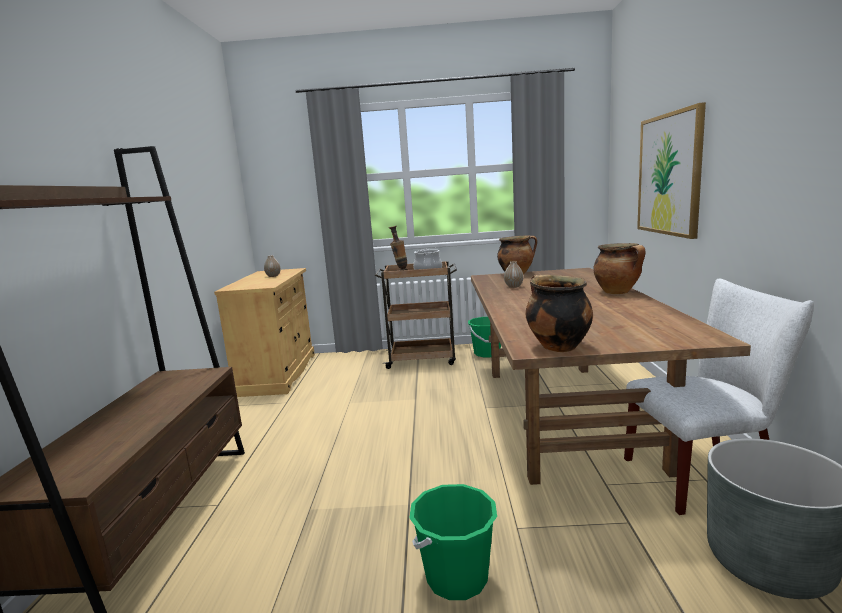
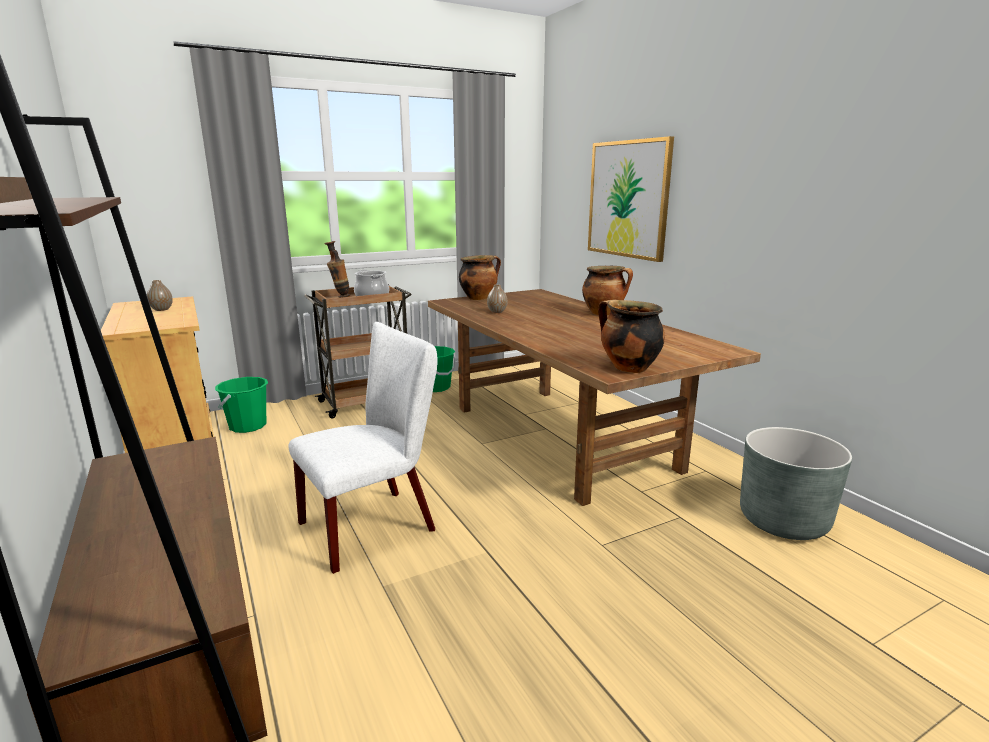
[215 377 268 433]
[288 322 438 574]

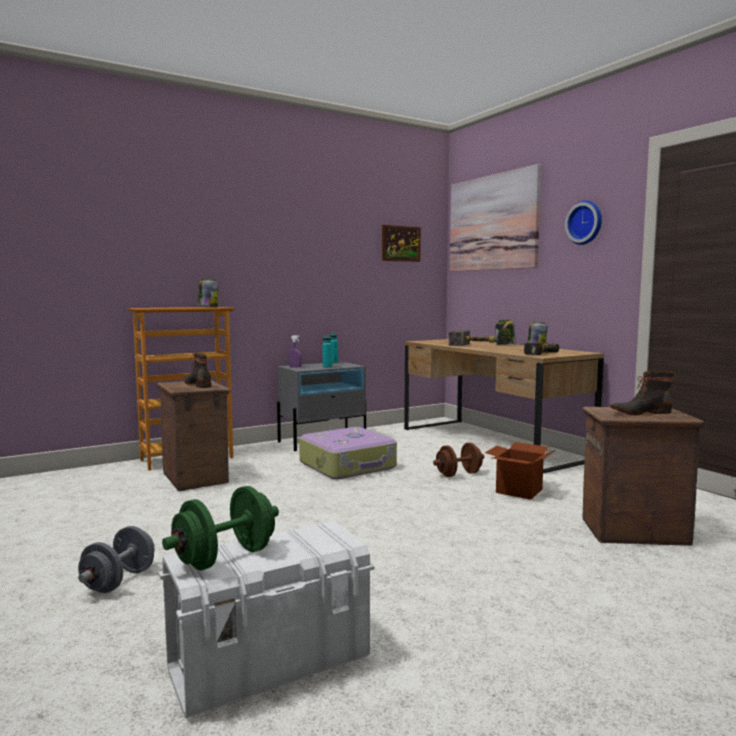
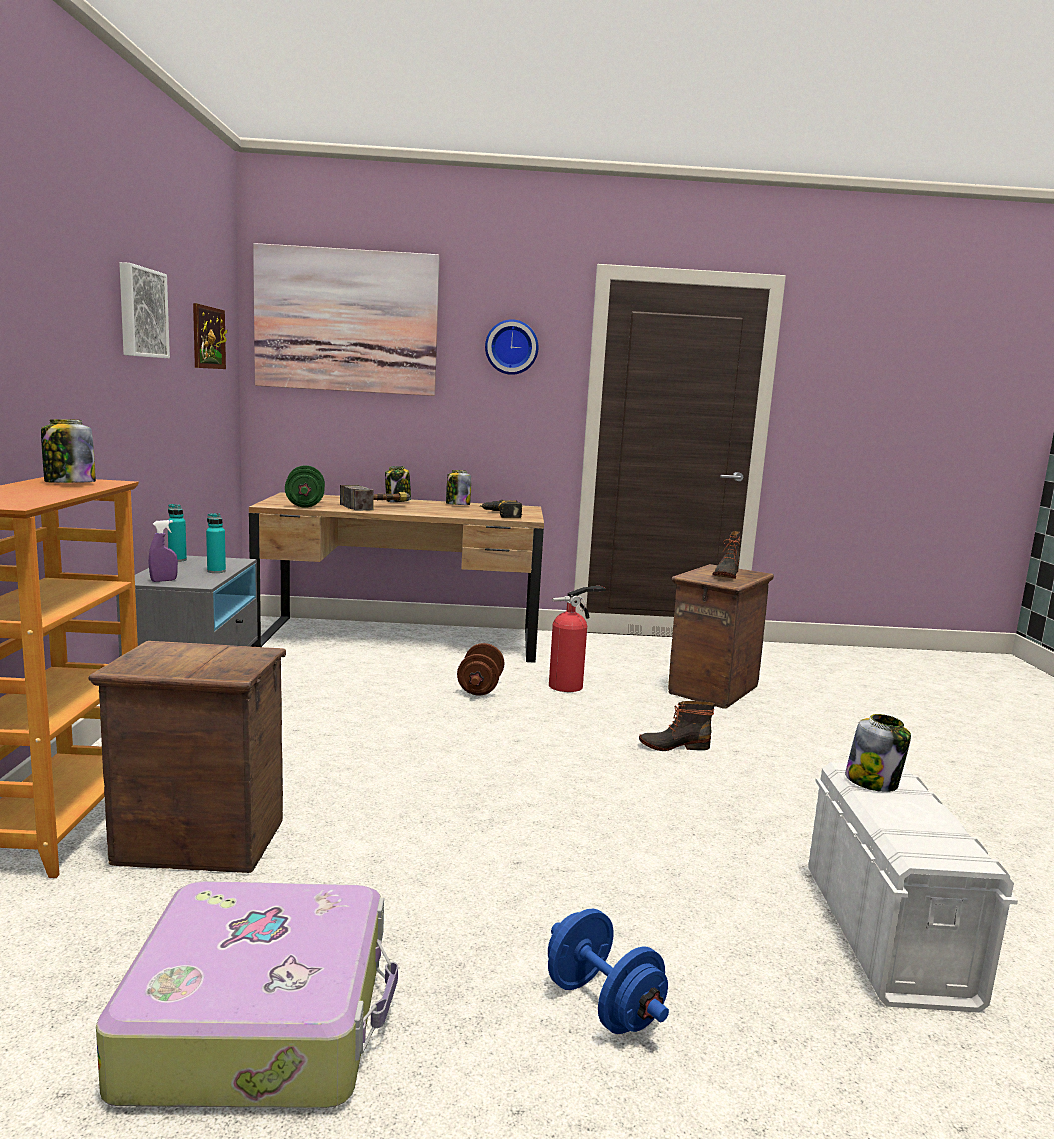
[119 262 170 358]
[845 714 911 792]
[285 465 325 508]
[639 701 715 751]
[96 881 398 1108]
[549 586 606 692]
[548 909 669 1034]

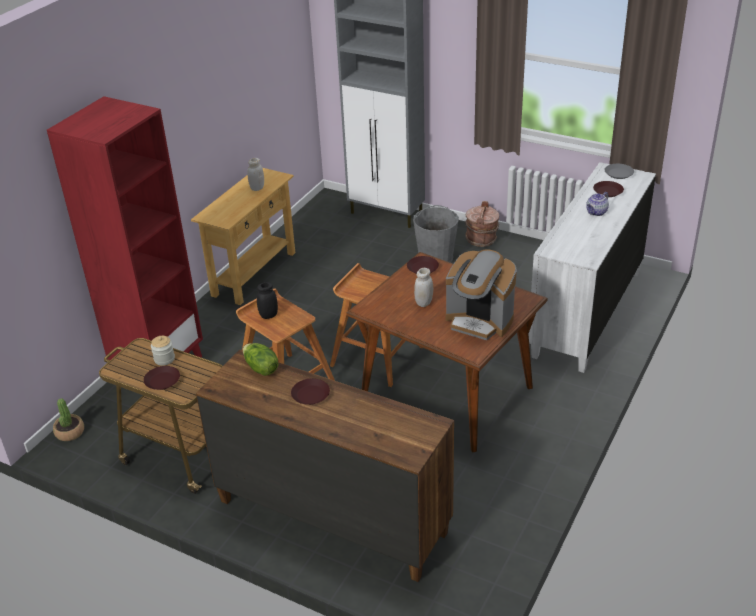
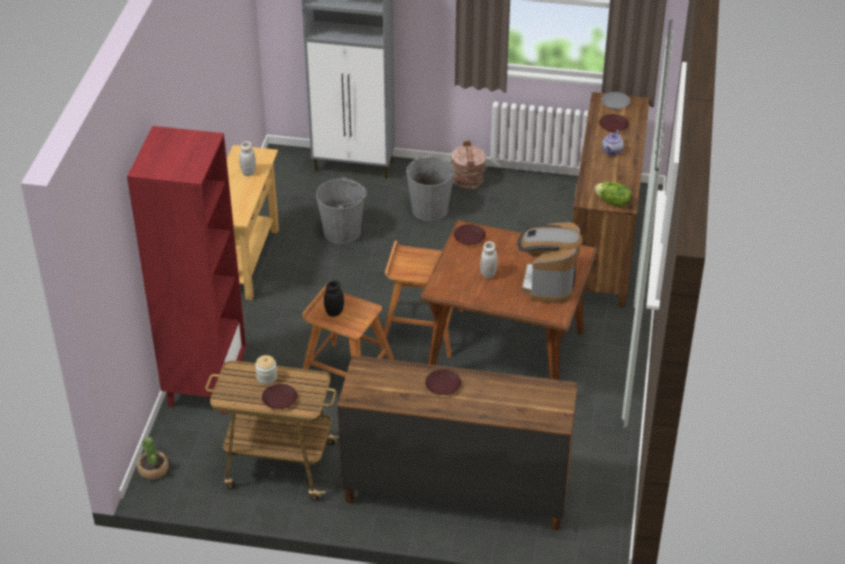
[316 177 367 244]
[594 182 632 207]
[572 92 650 308]
[517 222 583 303]

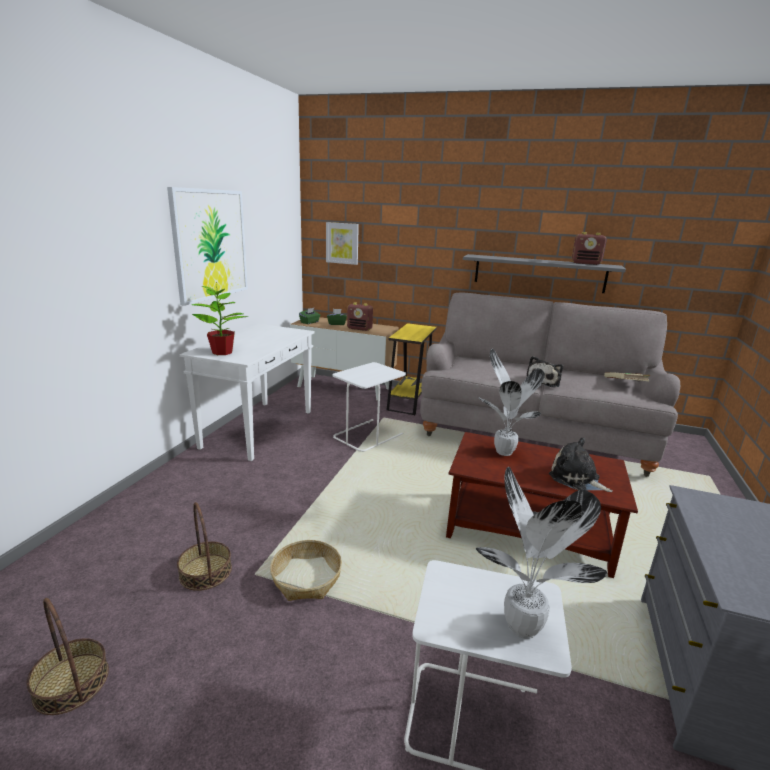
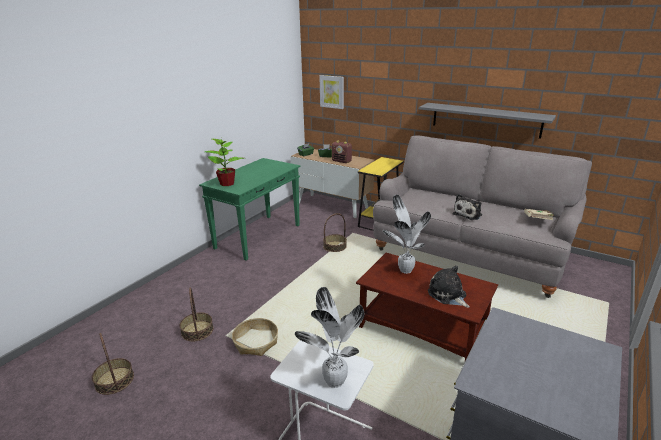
[167 187 248 306] (first image)
[571 232 607 265] (first image)
[323 213 347 252]
[199 158 301 261]

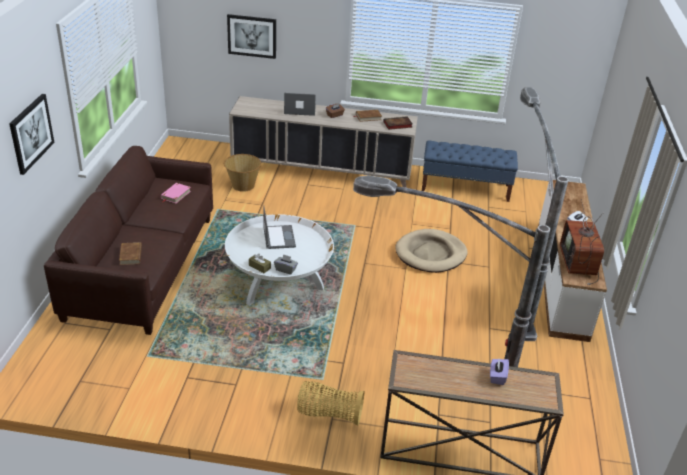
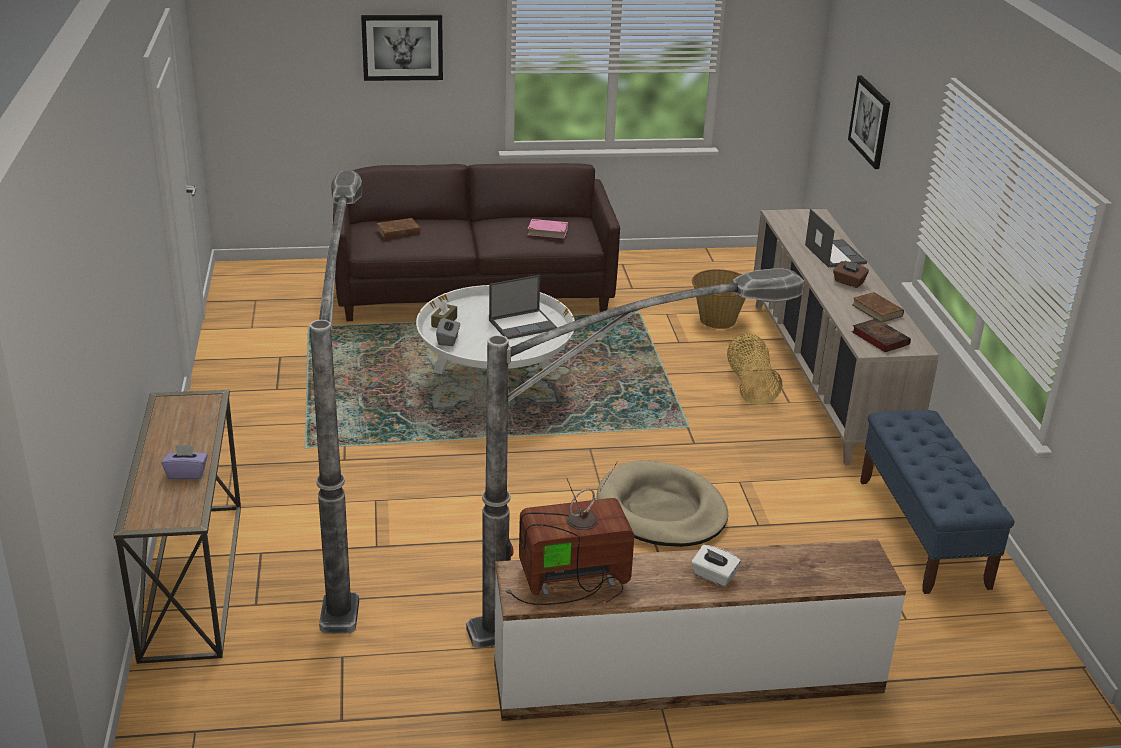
[727 333 782 405]

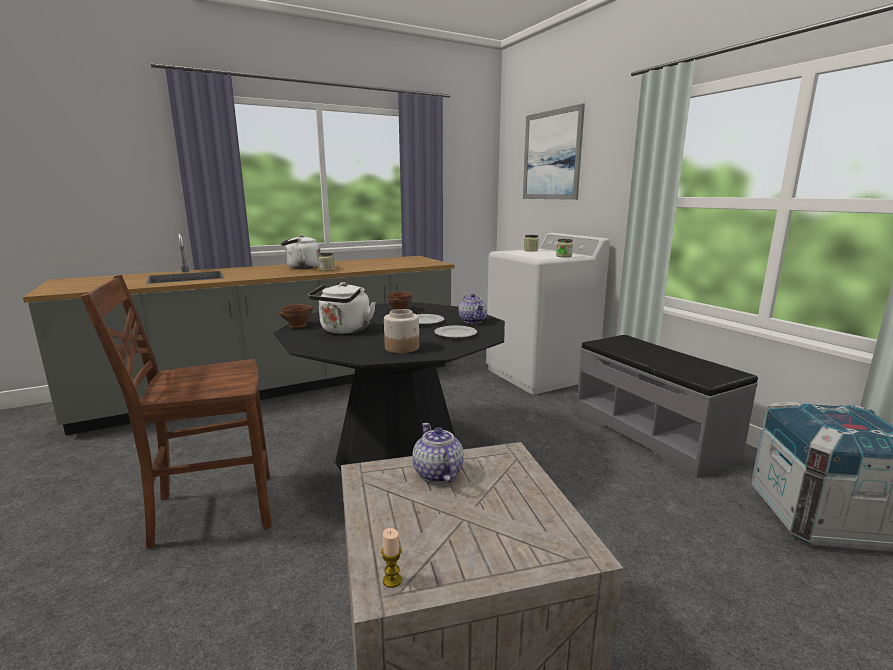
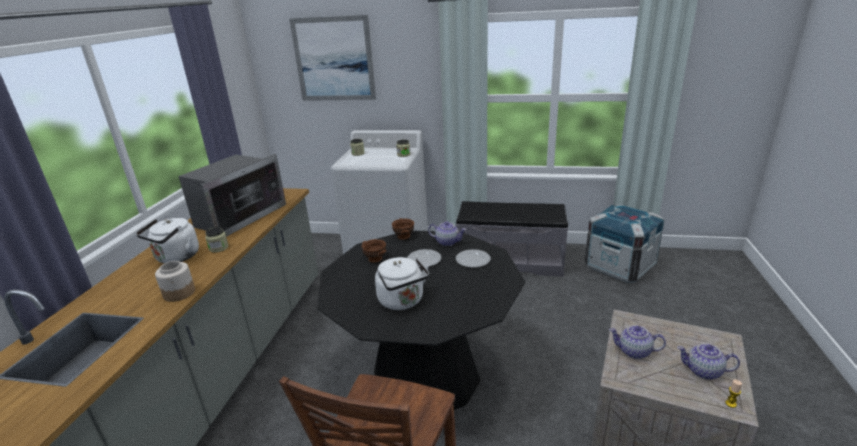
[178 154 286 237]
[677 343 740 380]
[392 218 414 240]
[155 261 195 302]

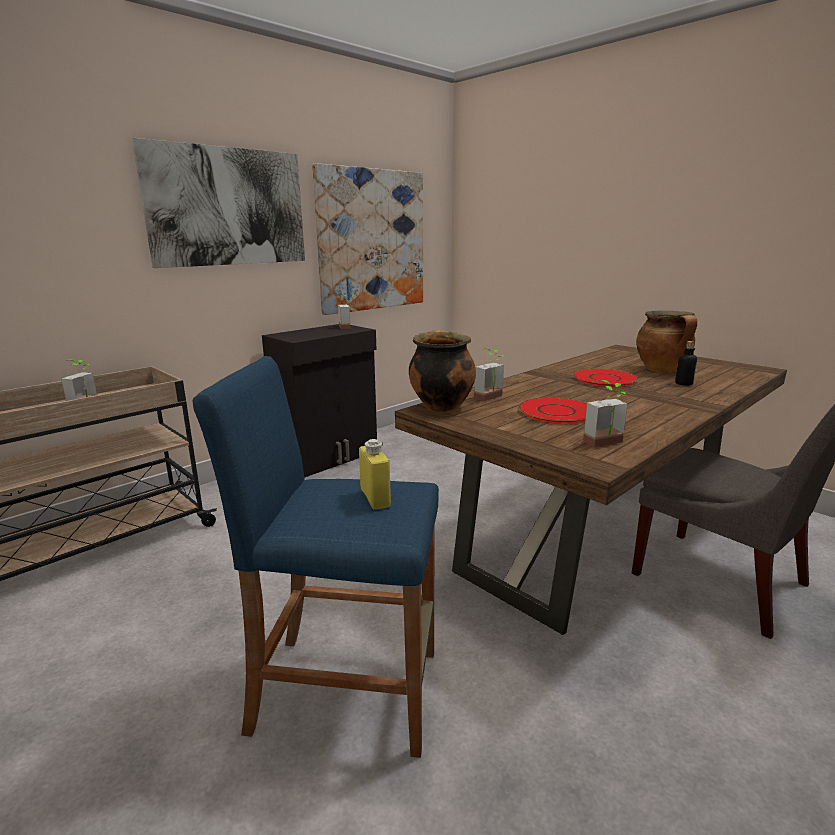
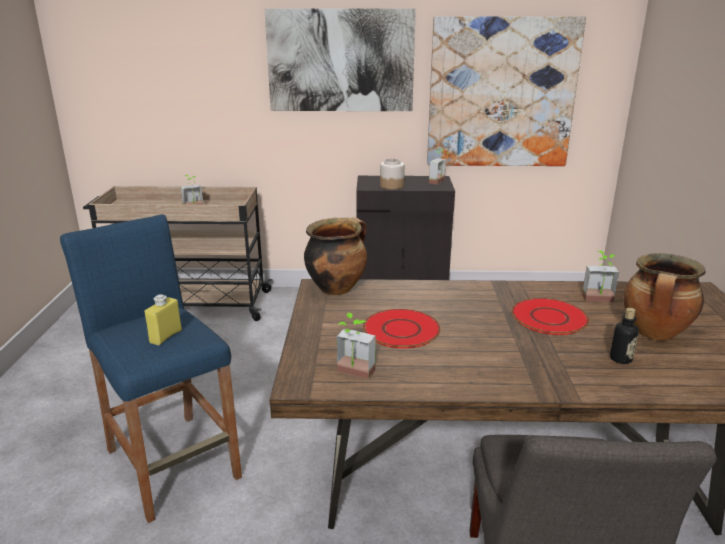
[380 158 405 190]
[582 251 619 302]

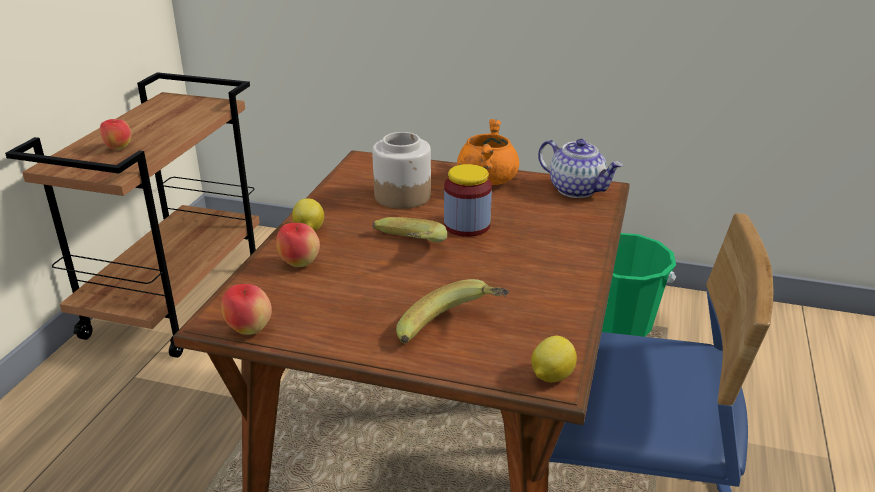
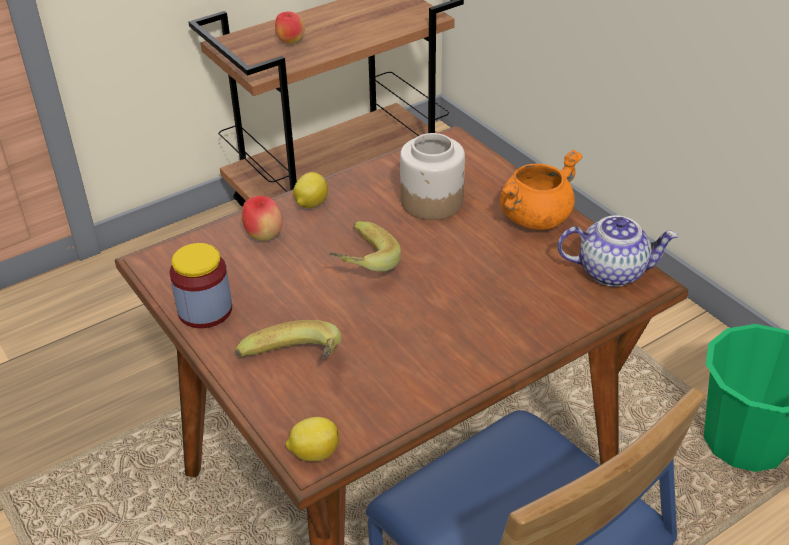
[221 284 272 335] (first image)
[170 243 232 328]
[557 215 678 287]

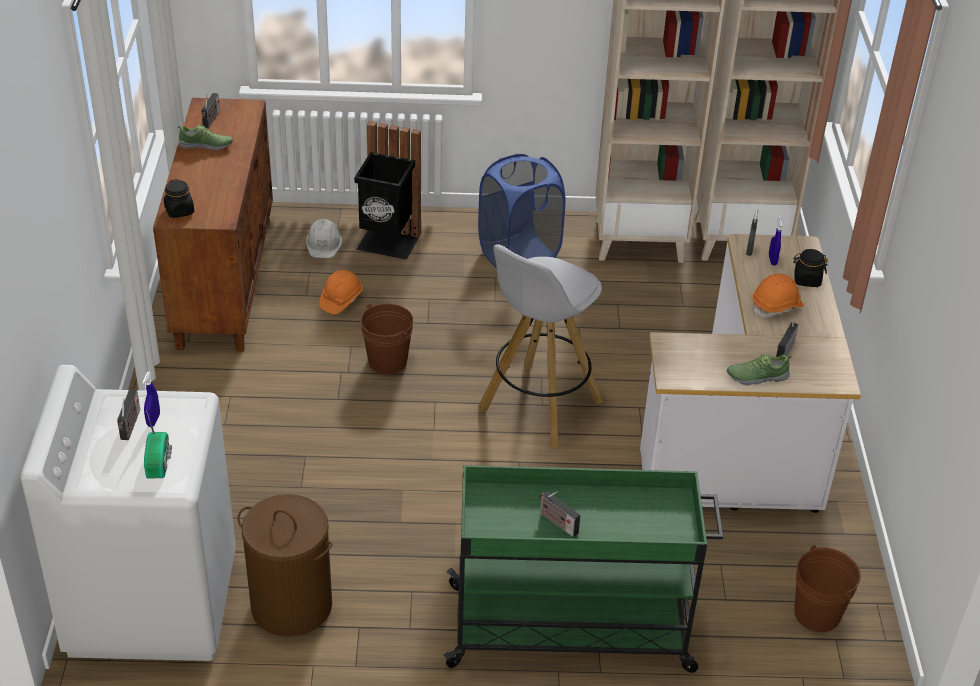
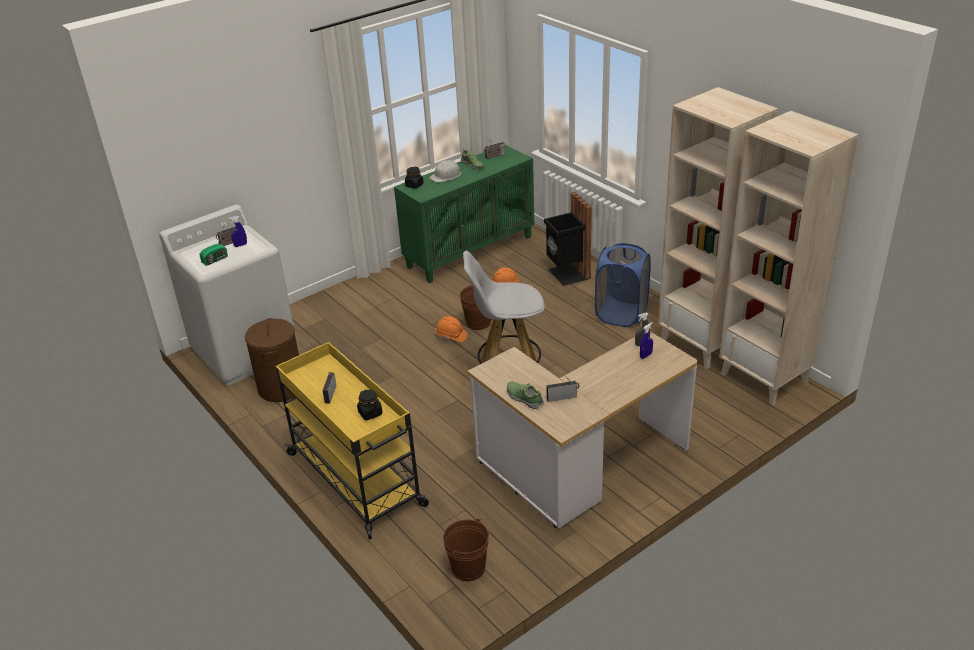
[430 160 461 182]
[435 316 467 342]
[357 389 382 420]
[394 145 534 283]
[276 342 429 539]

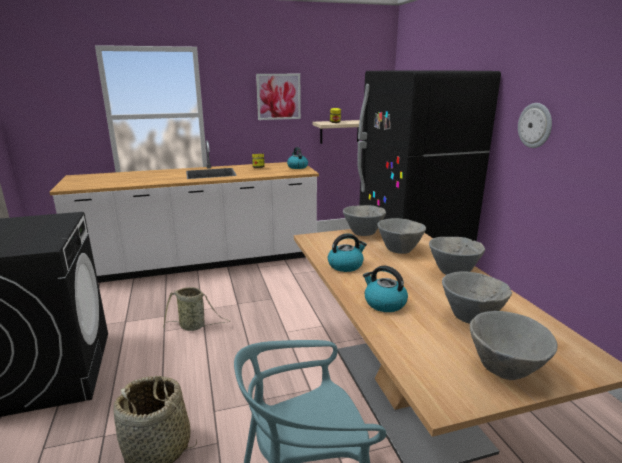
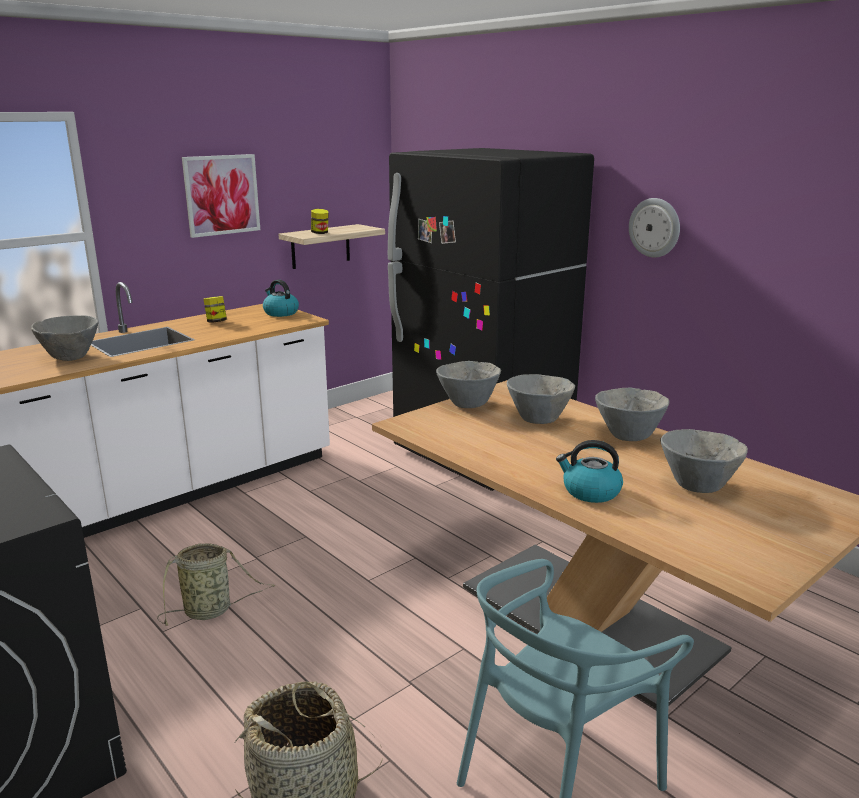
[328 233 367 272] (first image)
[31 315 99 361]

